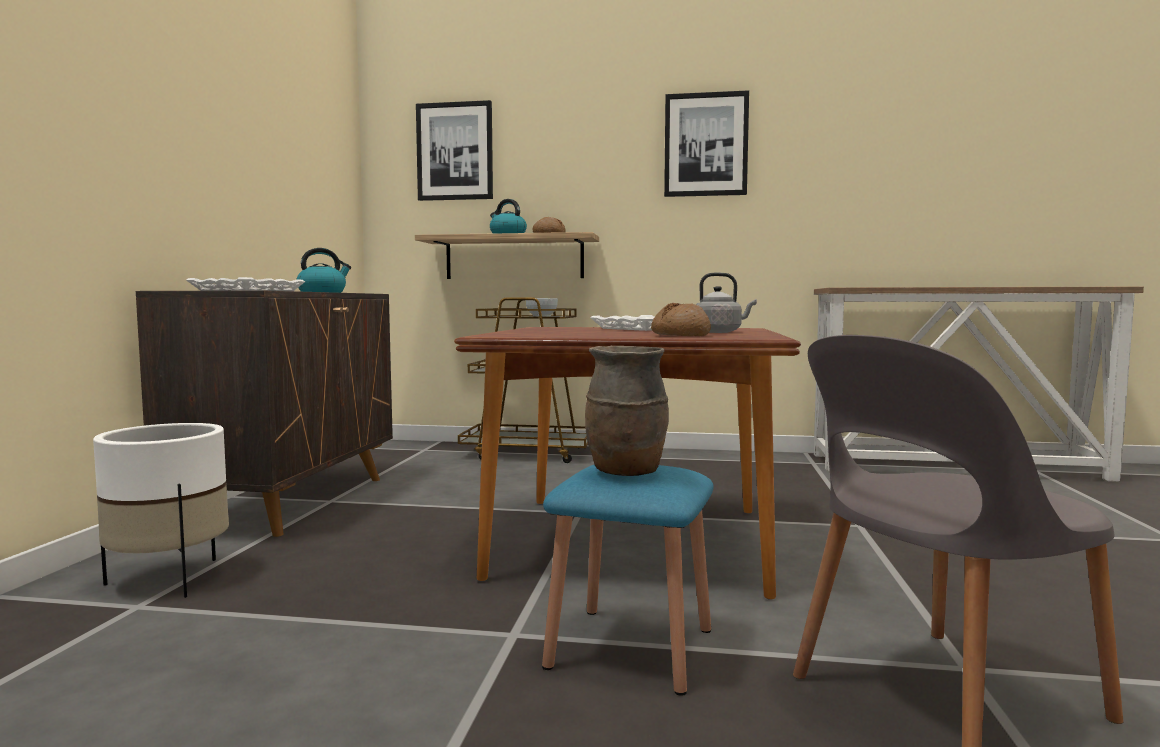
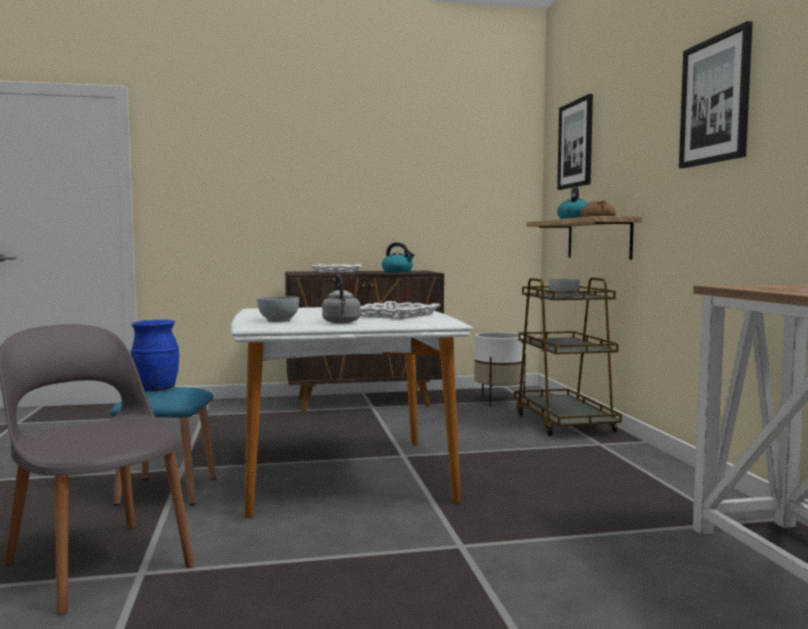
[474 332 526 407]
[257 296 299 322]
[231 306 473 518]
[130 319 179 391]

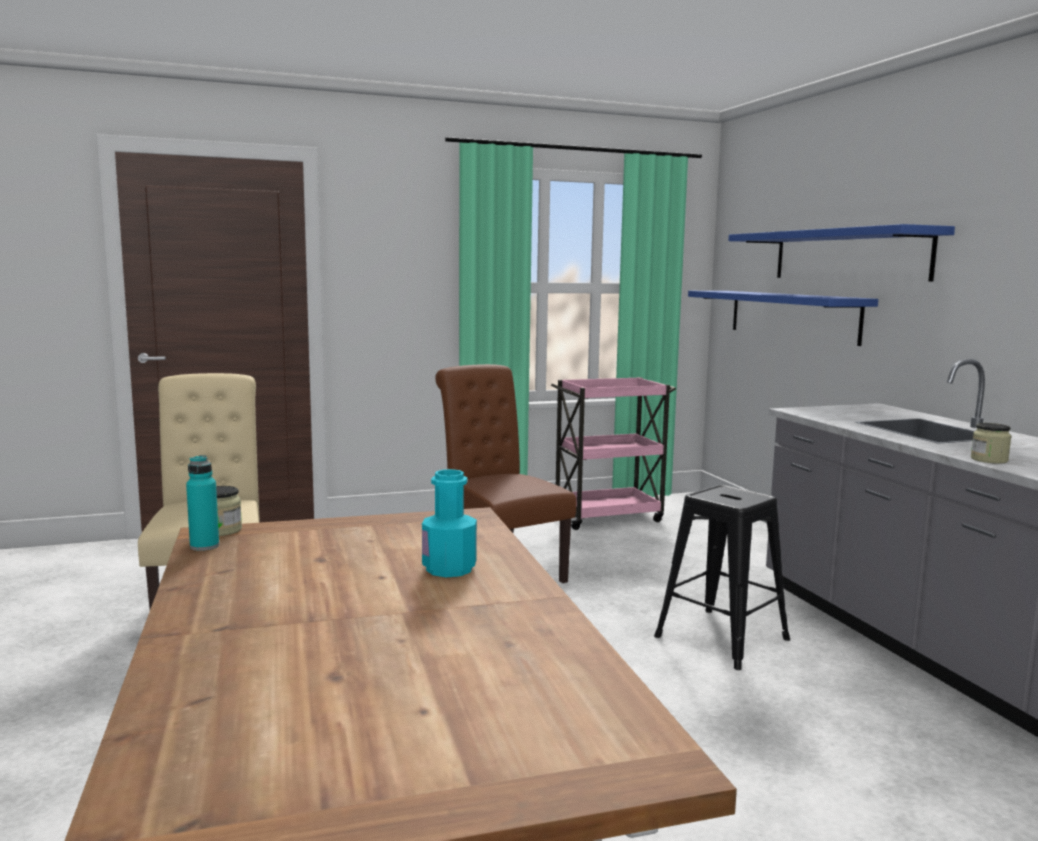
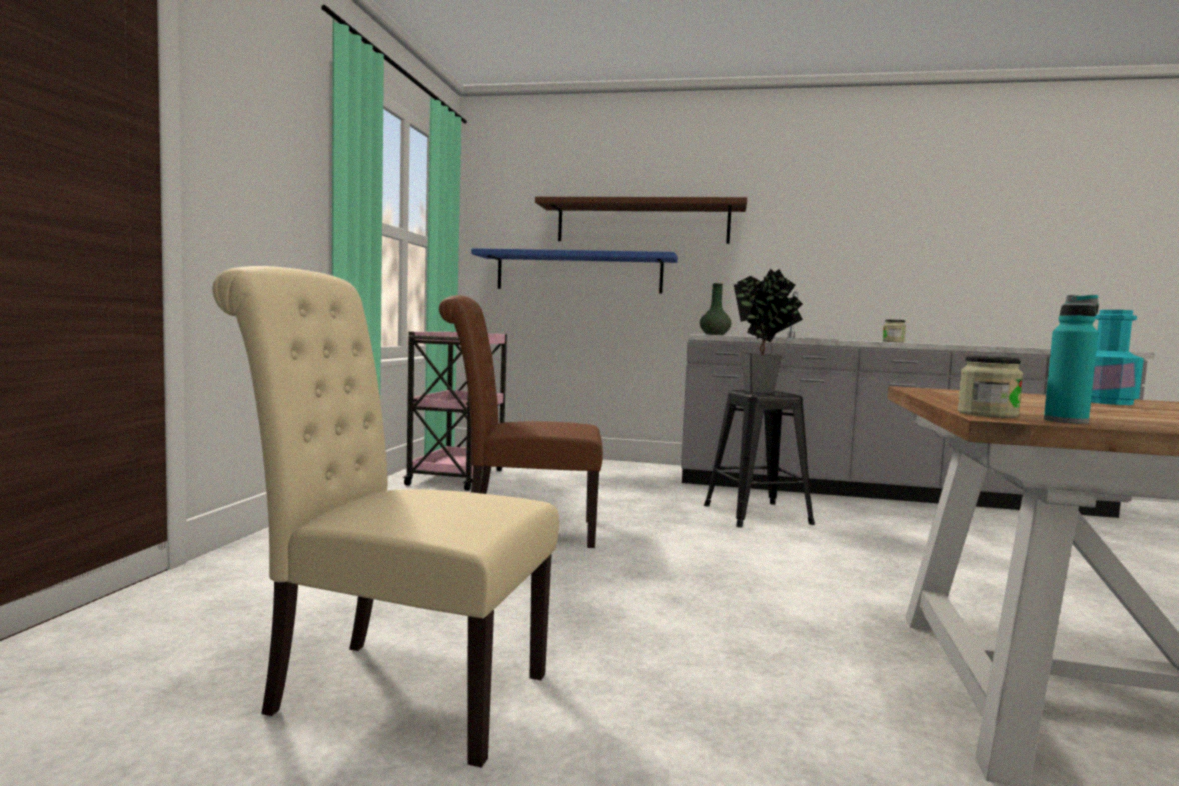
[700 283 731 335]
[734 268 803 393]
[535 197 747 244]

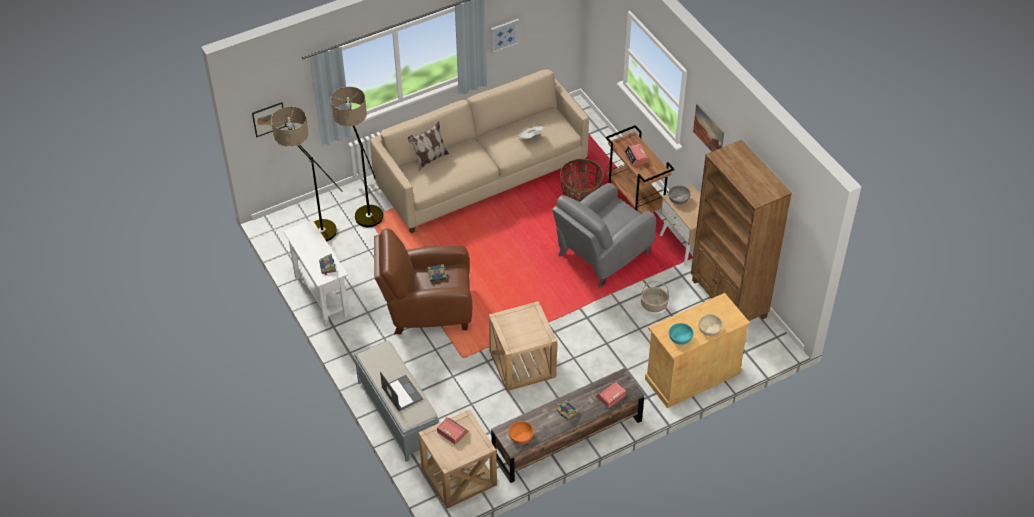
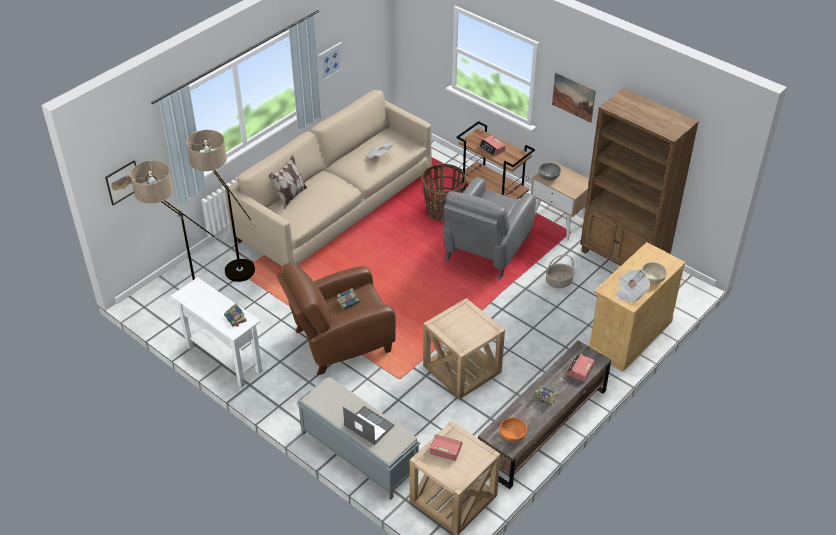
[615 270 650 303]

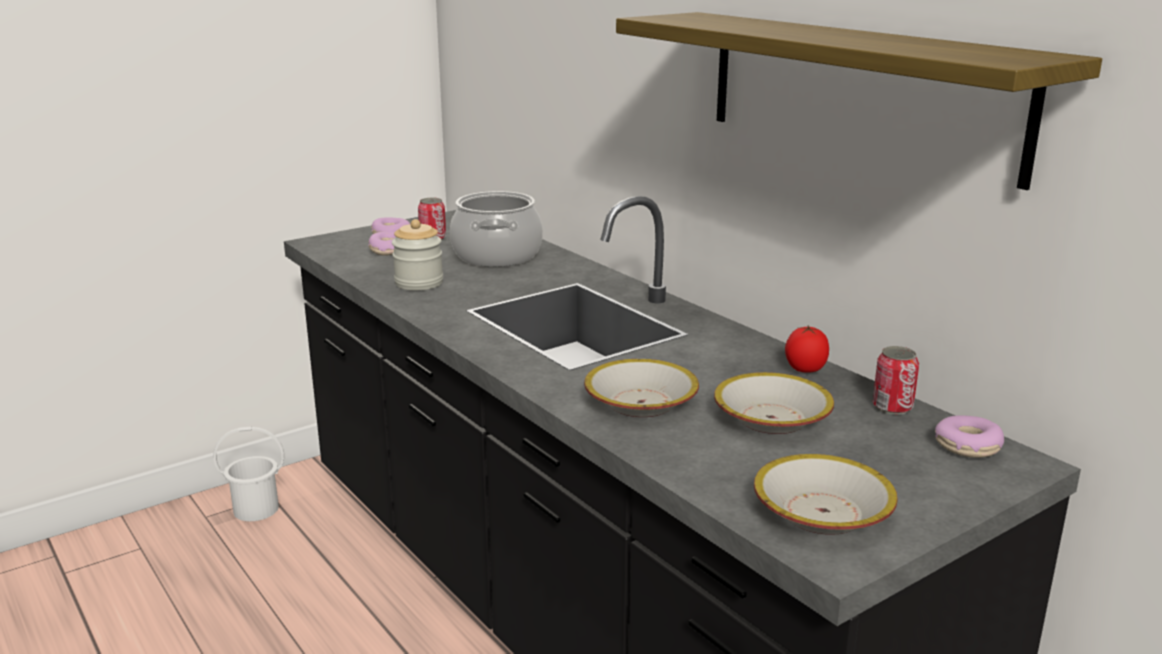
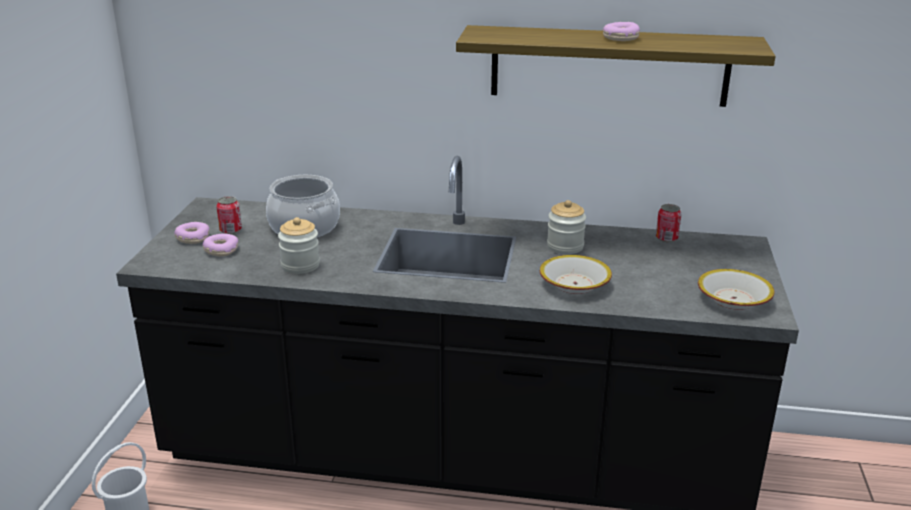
[714 372 834 434] (first image)
[785 326 829 372] (first image)
[547 200 586 254]
[602 22 640 41]

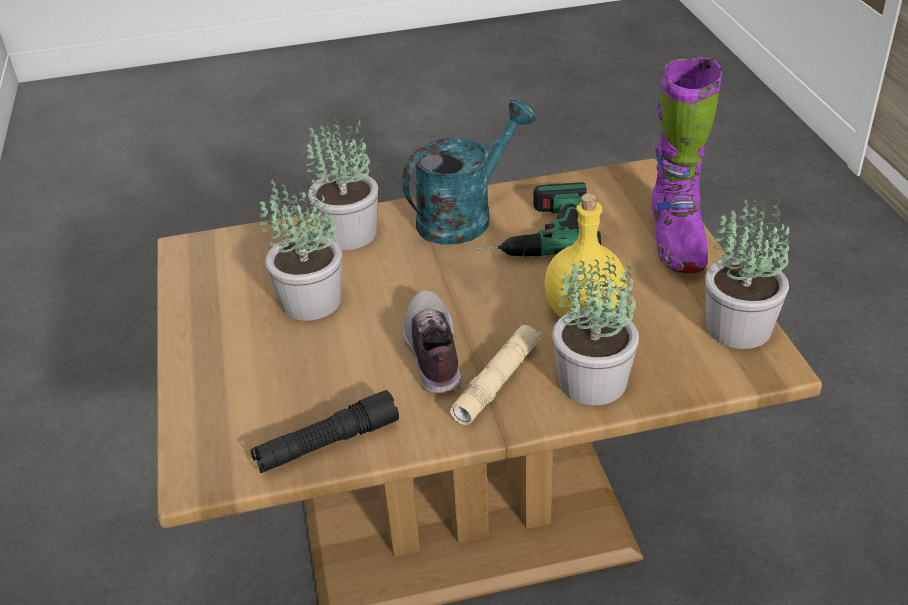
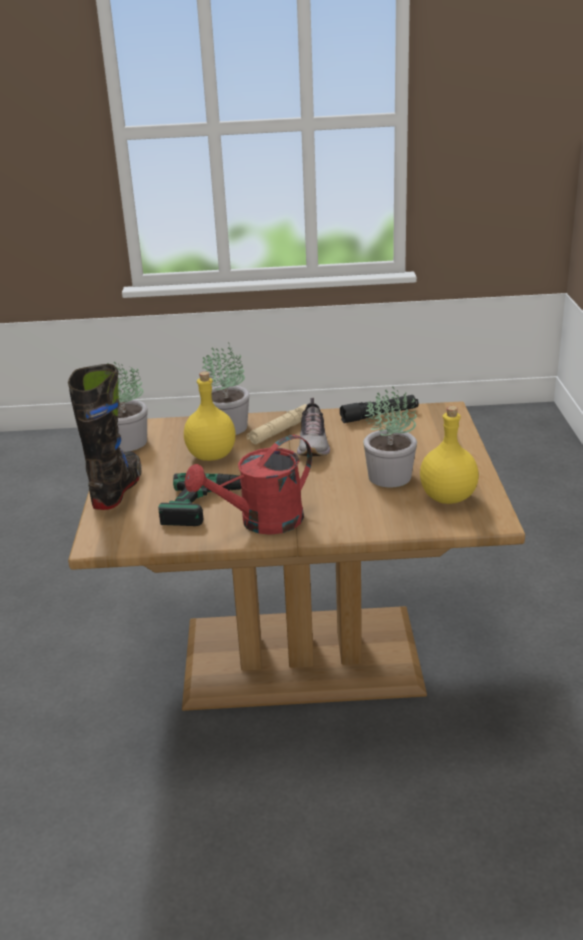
[306 117 378 250] (first image)
[420 406 479 504]
[184 435 312 535]
[68 364 142 510]

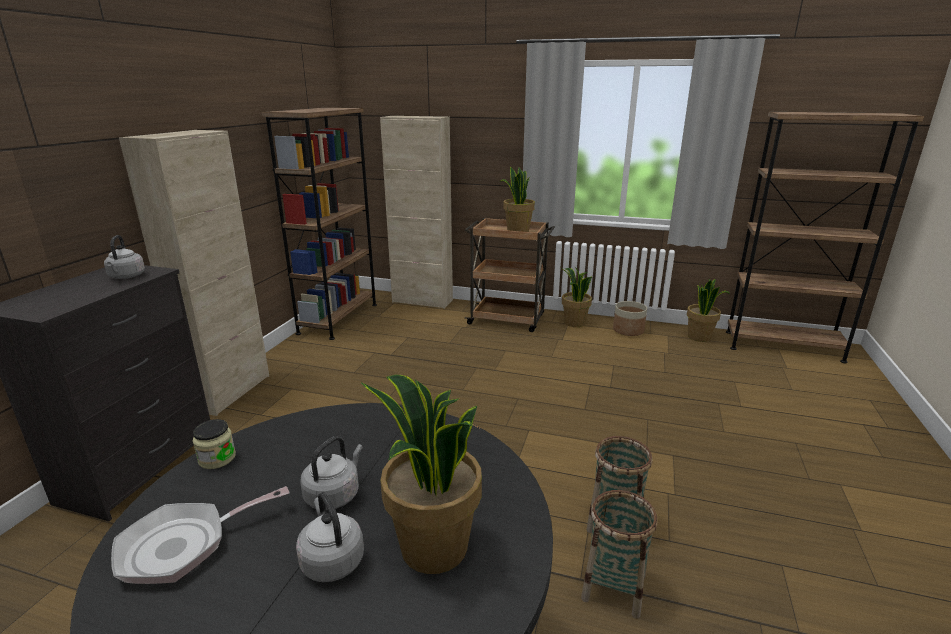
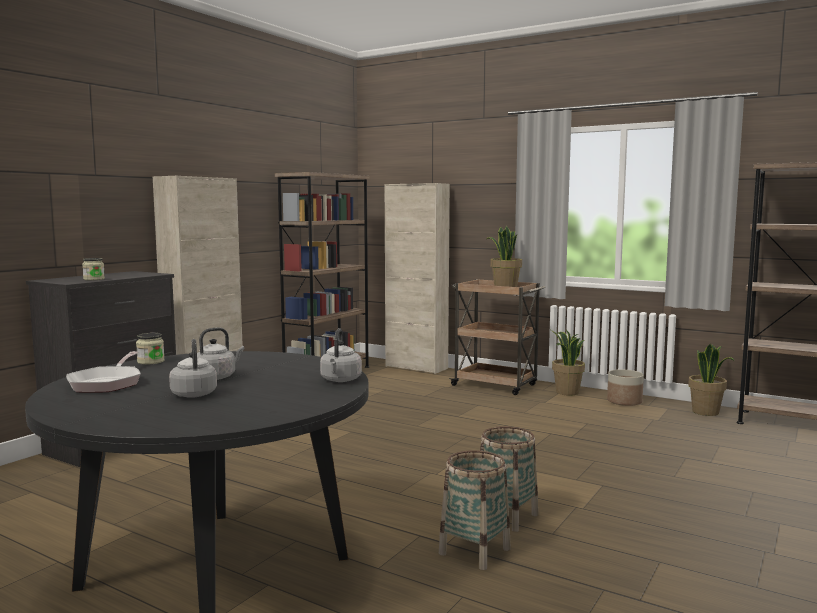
[361 375 482 574] (first image)
[82 258 105 280]
[320 328 362 382]
[66 351 140 393]

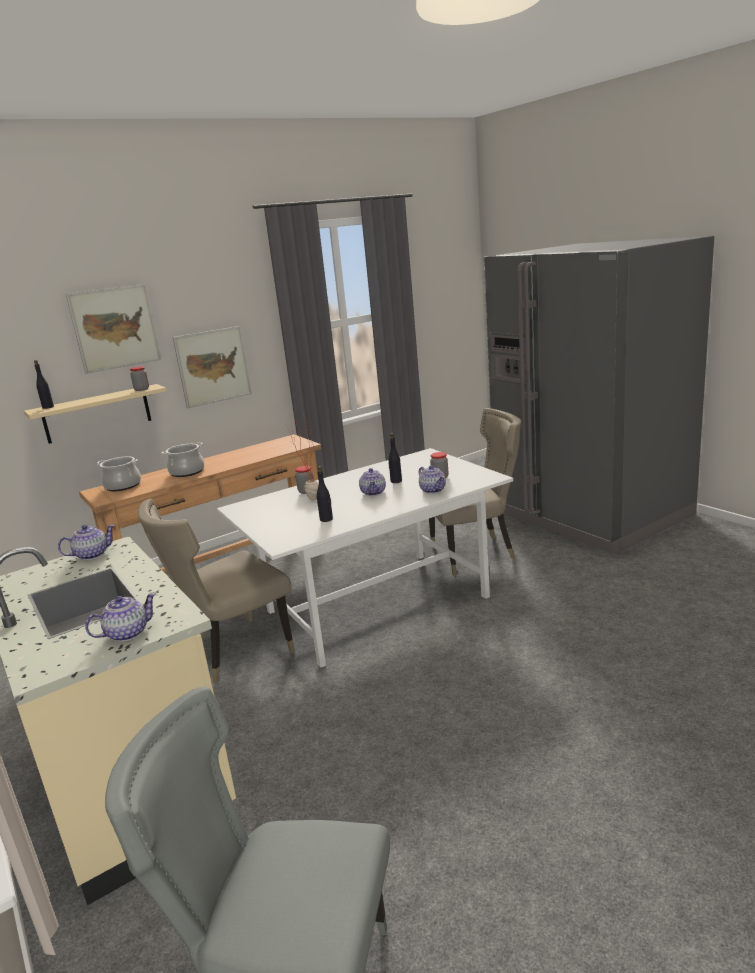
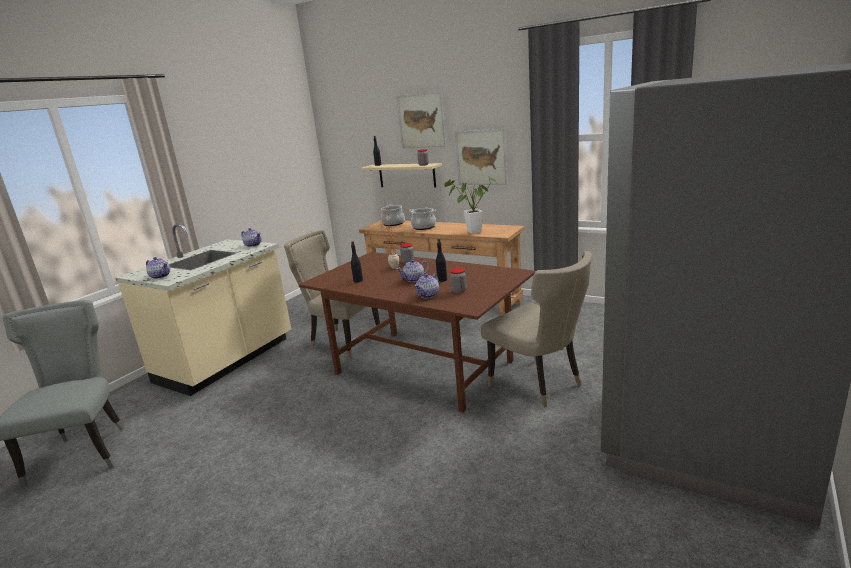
[444 177 497 234]
[299 252 535 413]

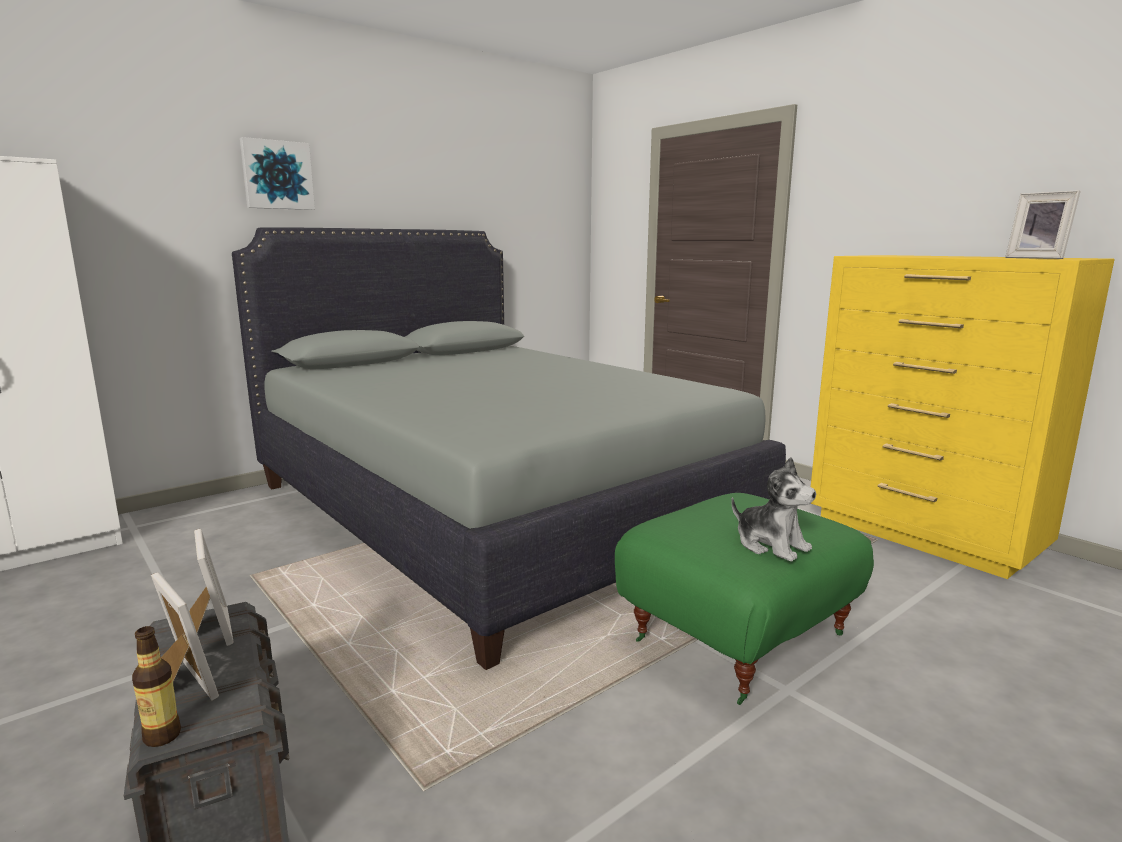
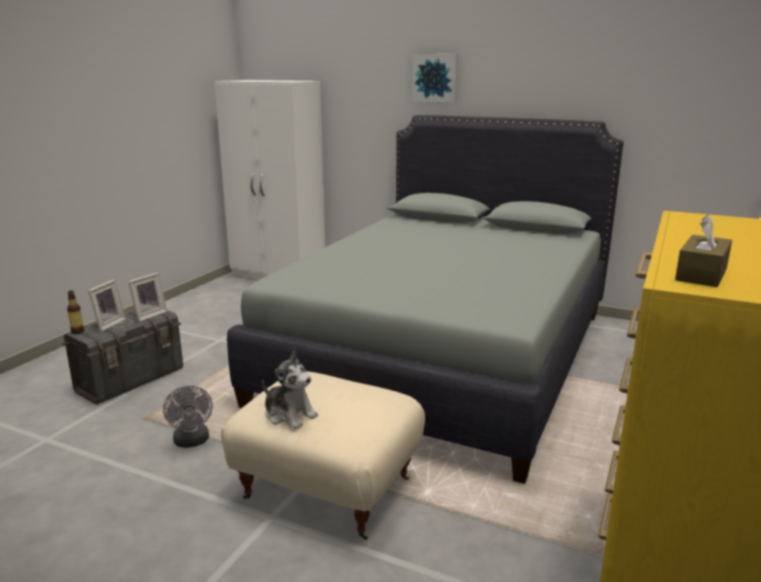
[163 385 213 448]
[675 214 732 287]
[221 371 425 540]
[262 351 318 429]

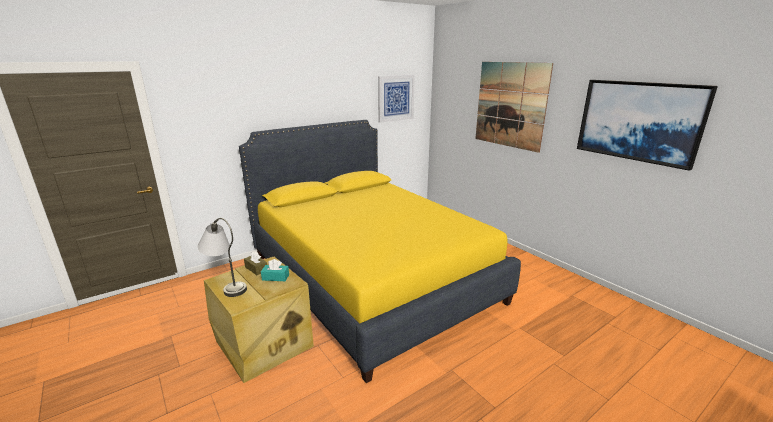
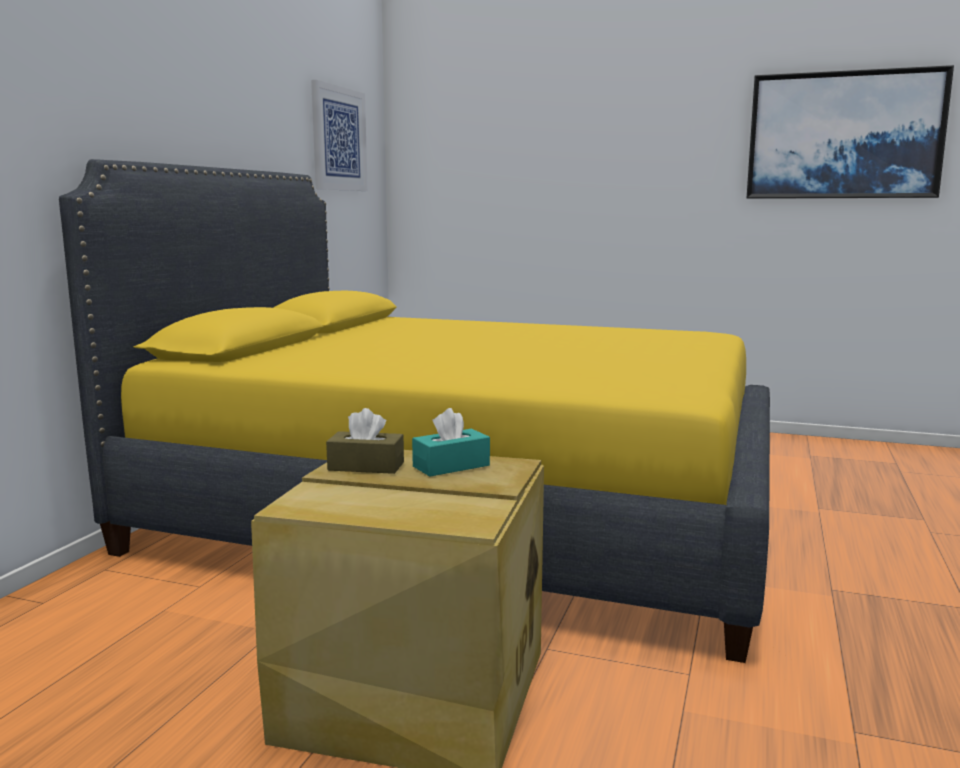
[198 218 247 297] (first image)
[475 62 553 153] (first image)

